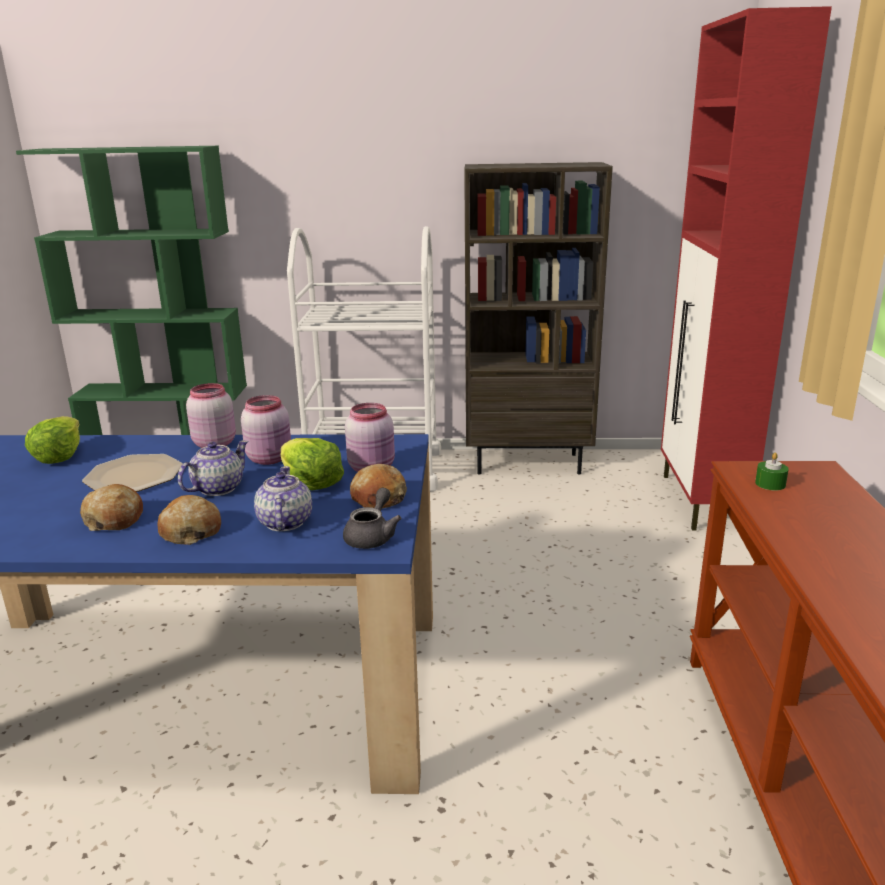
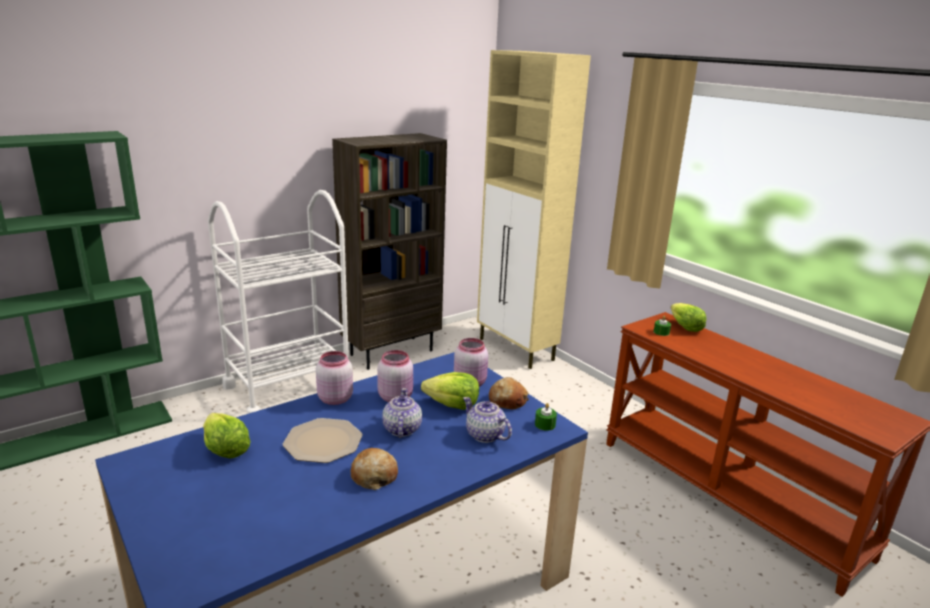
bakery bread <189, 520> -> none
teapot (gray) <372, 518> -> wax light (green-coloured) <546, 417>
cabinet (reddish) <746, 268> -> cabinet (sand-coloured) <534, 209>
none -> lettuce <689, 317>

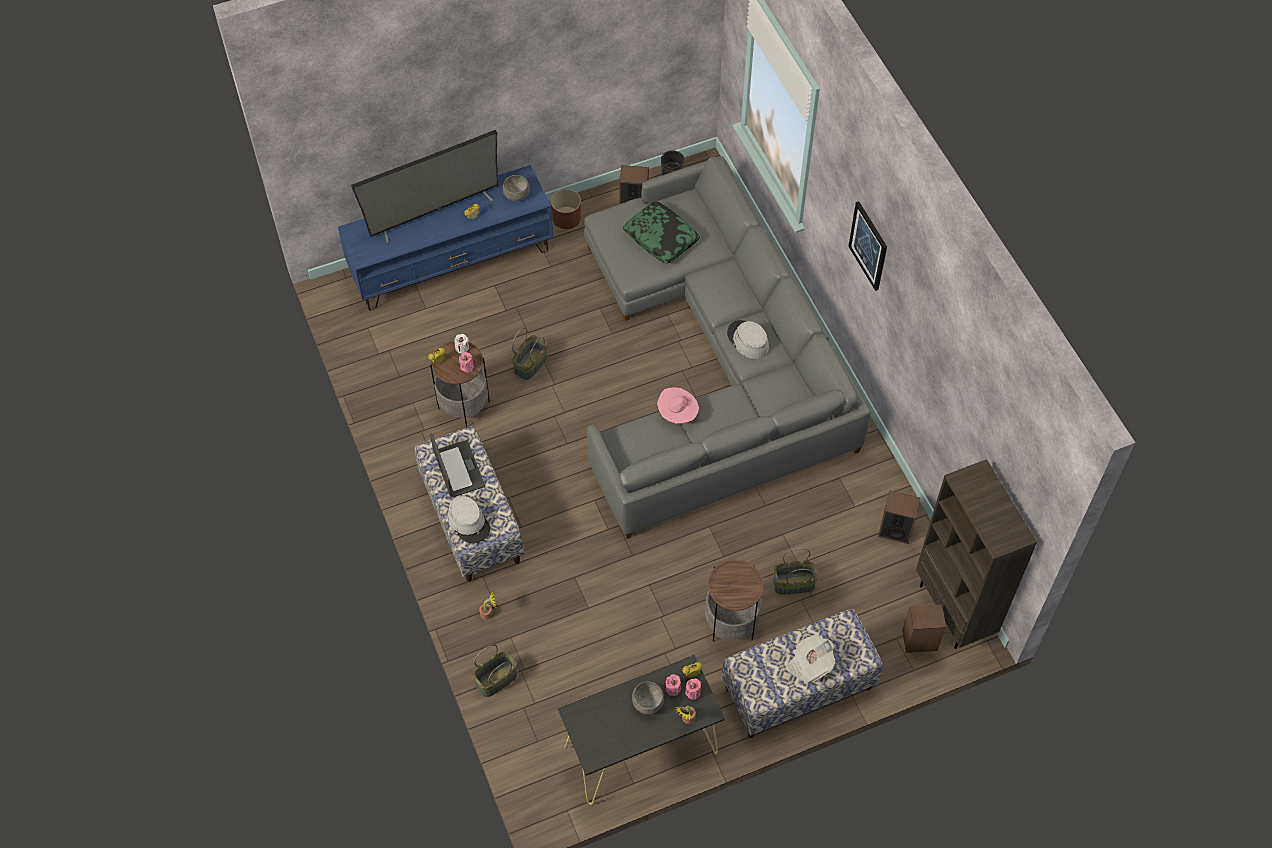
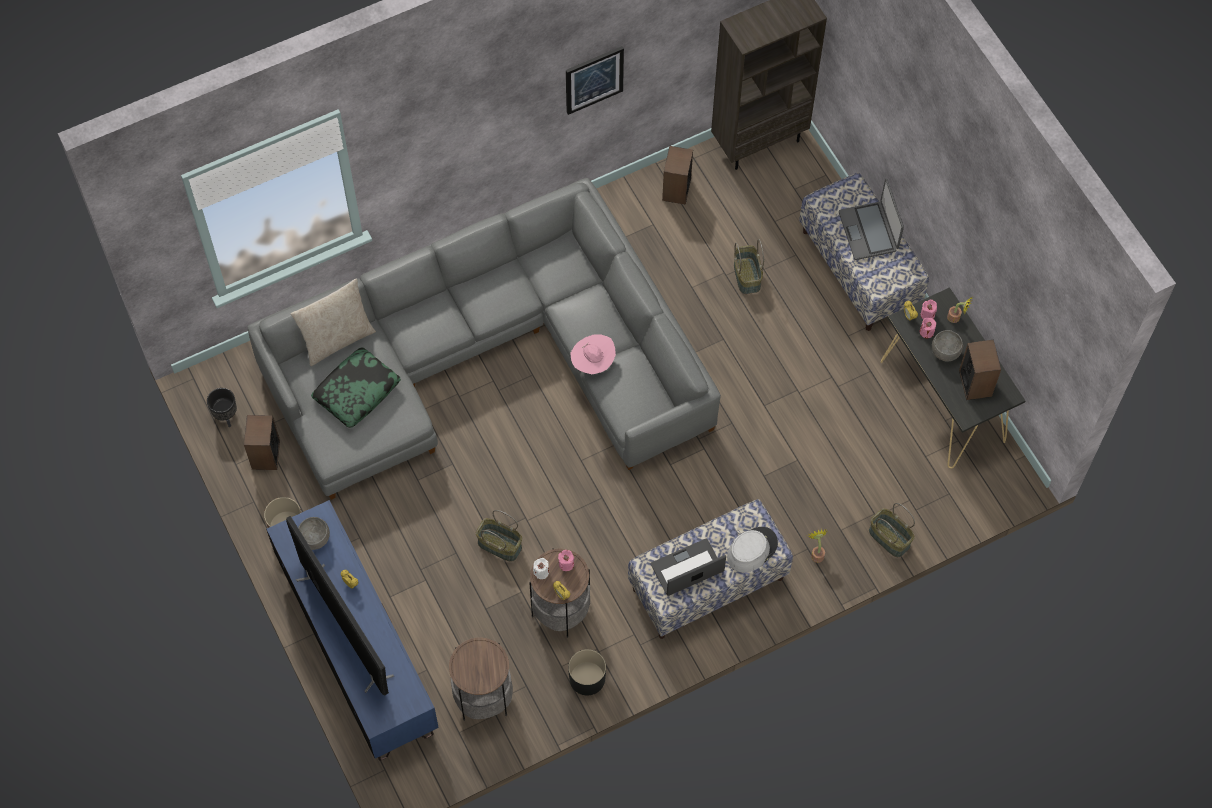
accent table <734, 601> -> accent table <481, 679>, shifted
clothing hat (gray) <748, 339> -> none
printed paper <810, 660> -> laptop <871, 219>
wall picture <867, 246> -> wall picture <595, 80>, shifted
audio speaker <924, 628> -> audio speaker <980, 370>, shifted
none -> cushion (sand-coloured) <333, 322>
none -> flower pot (black-coloured) <587, 672>

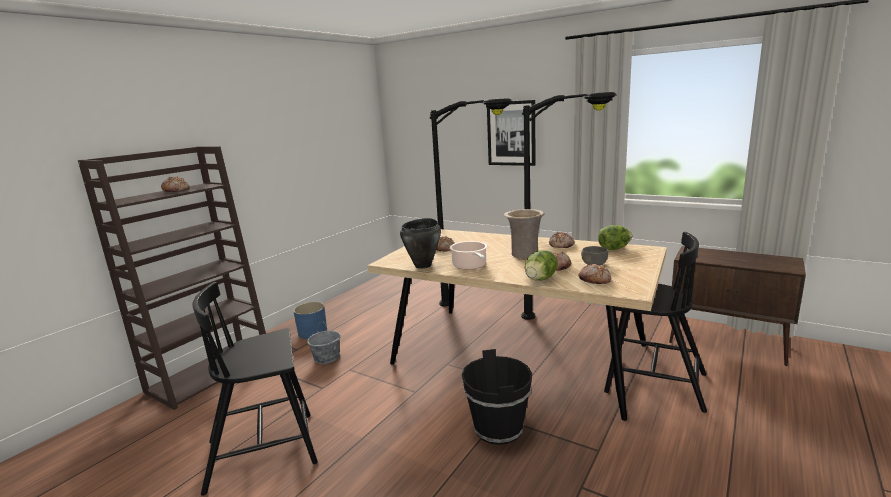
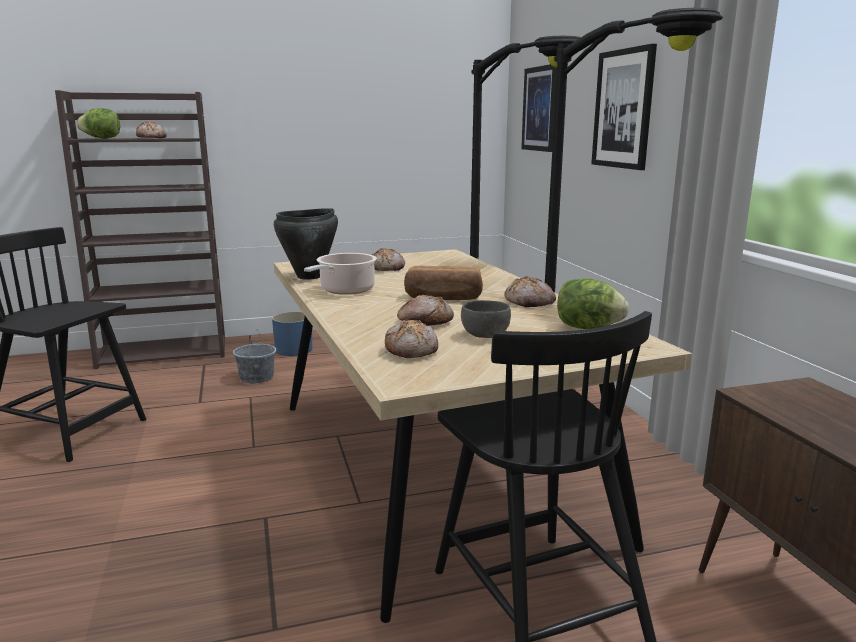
bucket (black-coloured) <497, 397> -> none
flower vase (sand-coloured) <524, 234> -> bakery bread <443, 282>
lettuce <541, 265> -> lettuce <98, 123>, shifted
none -> wall picture <539, 108>

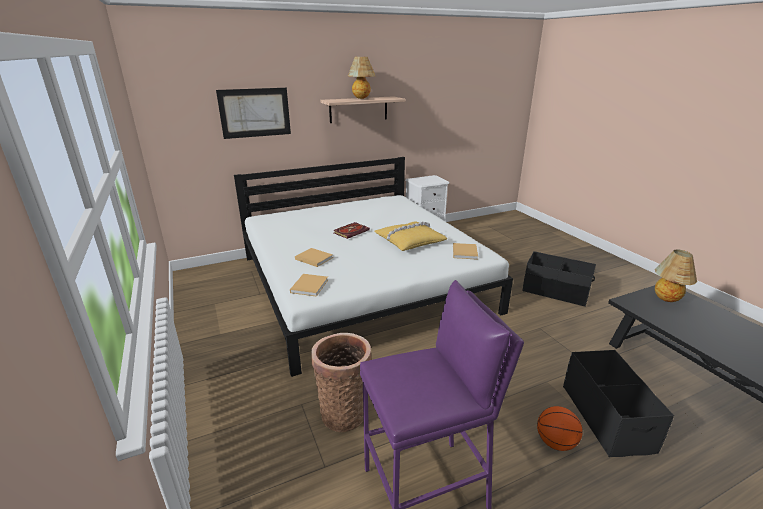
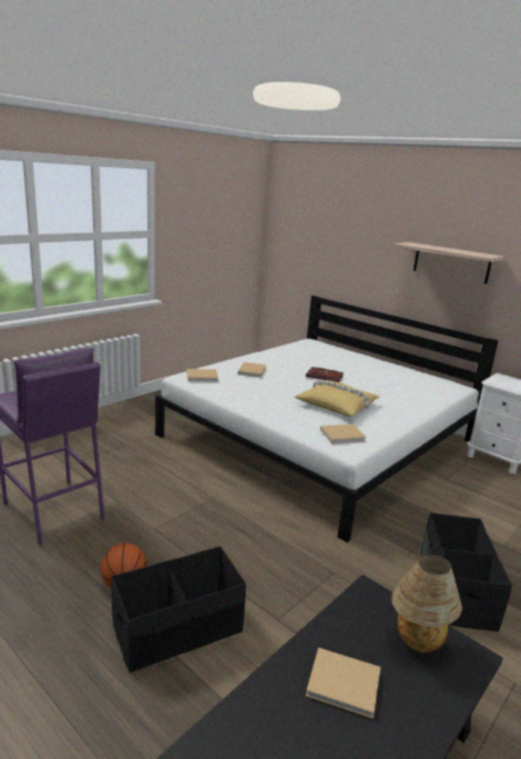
wall picture <253, 113> -> none
storage basket <341, 382> -> none
table lamp <361, 78> -> none
none -> volume (sand-coloured) <343, 683>

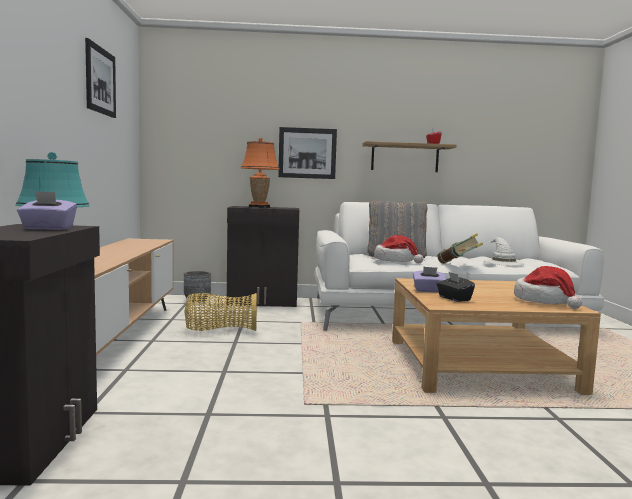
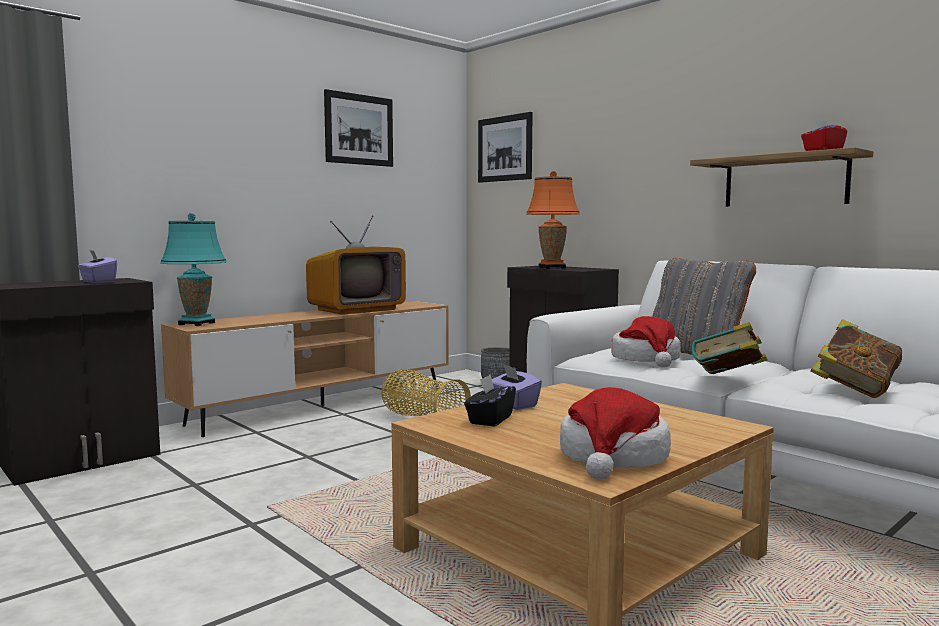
wall picture <307, 153> -> wall picture <505, 147>, shifted
clothing hat (white-coloured) <504, 251> -> volume <856, 358>
none -> television <356, 265>

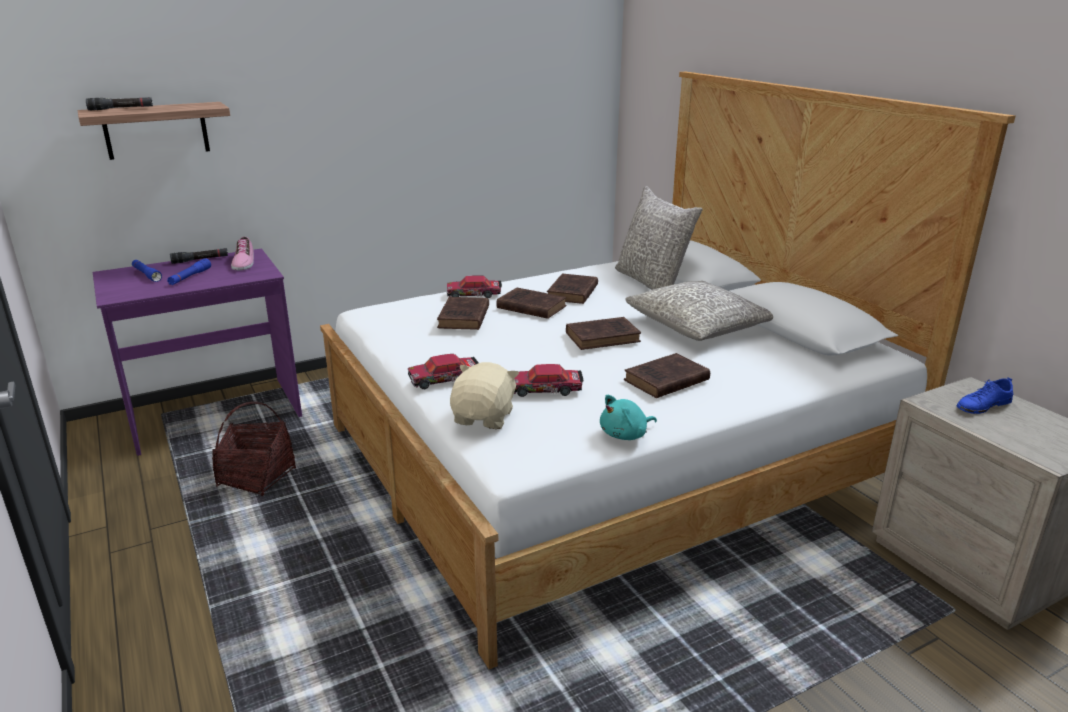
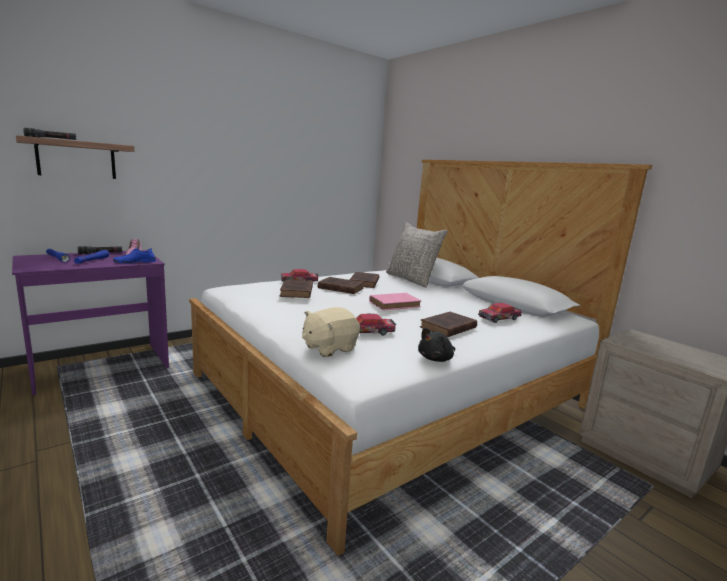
storage basket <254, 448> -> none
toy car <443, 371> -> toy car <500, 313>, shifted
plush toy (sand-coloured) <484, 395> -> plush toy (sand-coloured) <331, 332>, 135 degrees counterclockwise
volume (brown) <603, 333> -> volume (pink) <395, 302>
plush toy (turquoise-coloured) <628, 417> -> plush toy (black-coloured) <436, 345>
cushion (gray) <699, 311> -> none
item of footwear (bluish) <985, 395> -> item of footwear (bluish) <134, 256>, shifted

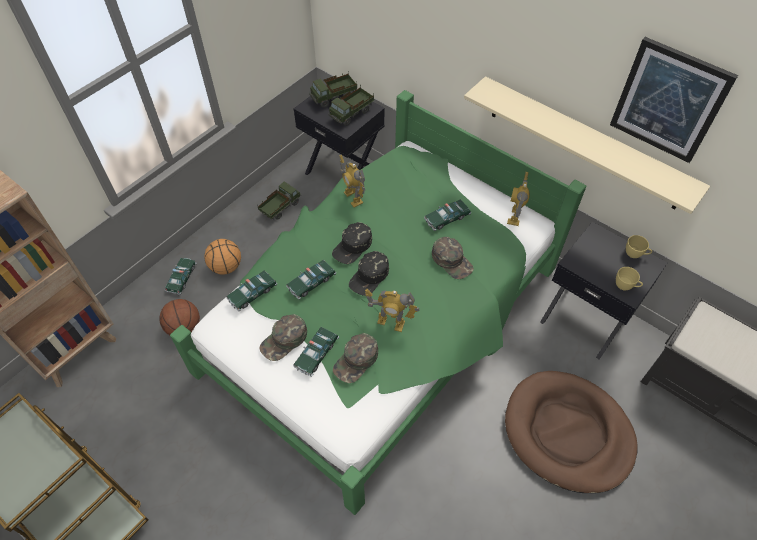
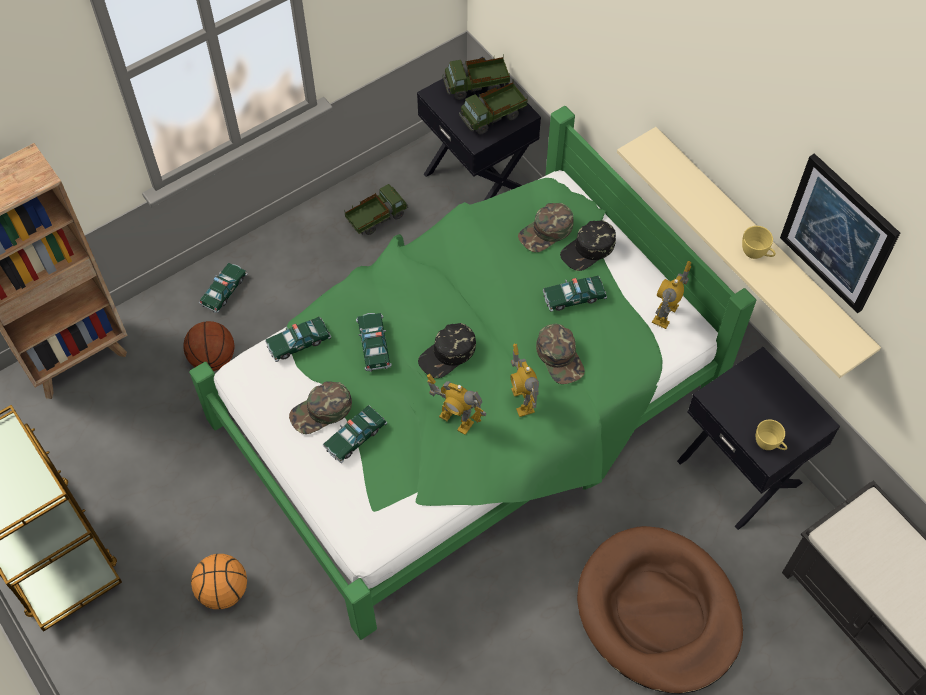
basketball ball <222, 257> -> basketball ball <219, 581>, shifted
toy car <311, 280> -> toy car <374, 342>, 105 degrees clockwise
peaked cap (black-coloured) <352, 243> -> peaked cap (black-coloured) <588, 245>, shifted
peaked cap (green-coloured) <355, 358> -> peaked cap (green-coloured) <546, 227>, shifted
model robot <352, 181> -> model robot <524, 380>, shifted
small cup (yellow-coloured) <639, 246> -> small cup (yellow-coloured) <759, 242>, shifted

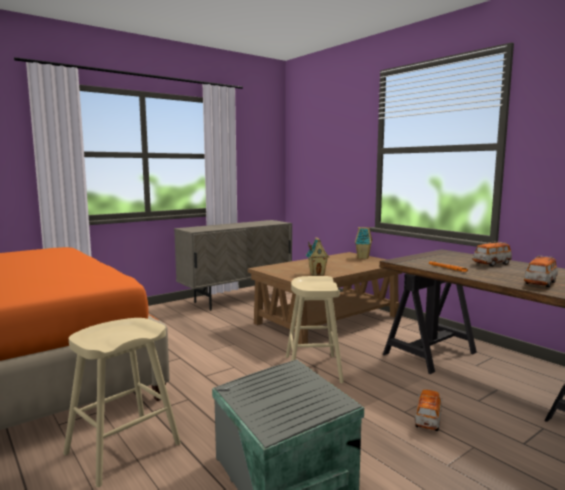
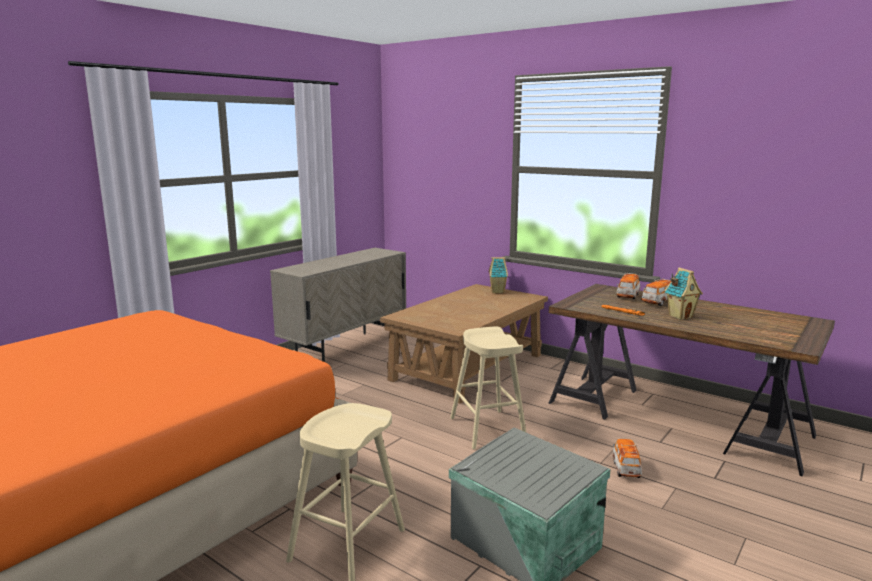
miniature house <318, 256> -> miniature house <683, 294>, shifted
toy car <541, 271> -> toy car <628, 285>, shifted

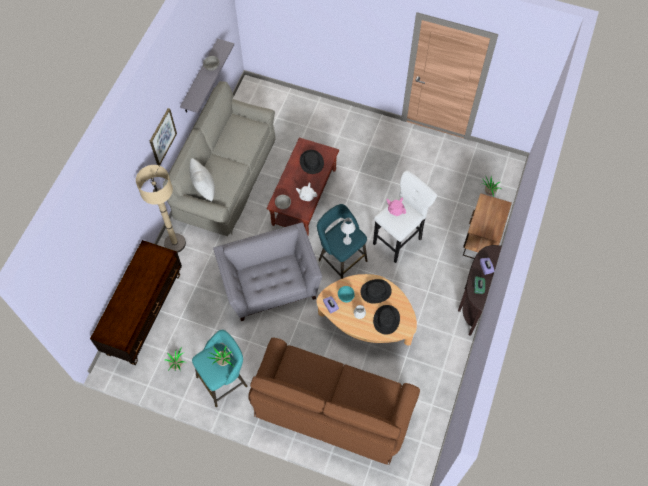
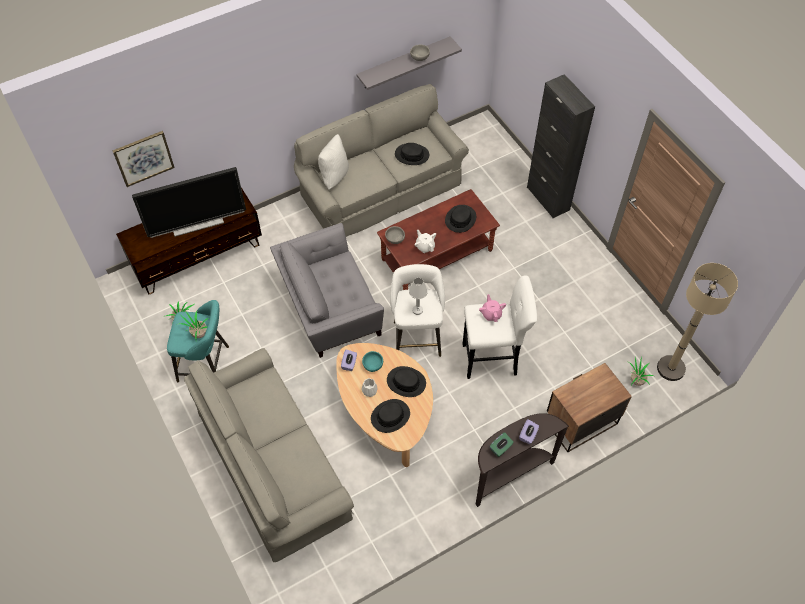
standing lamp (sand-coloured) <161, 209> -> standing lamp (sand-coloured) <697, 322>, shifted
wall picture <163, 137> -> wall picture <144, 159>, shifted
lounge chair (gray) <267, 271> -> lounge chair (gray) <327, 290>, 135 degrees counterclockwise
settee (brown) <334, 402> -> settee (gray) <269, 455>
stool (turquoise-coloured) <342, 241> -> stool (white-coloured) <417, 310>
none -> television <189, 202>
none -> clothing hat (black-coloured) <412, 154>
none -> cabinet (black-coloured) <561, 146>

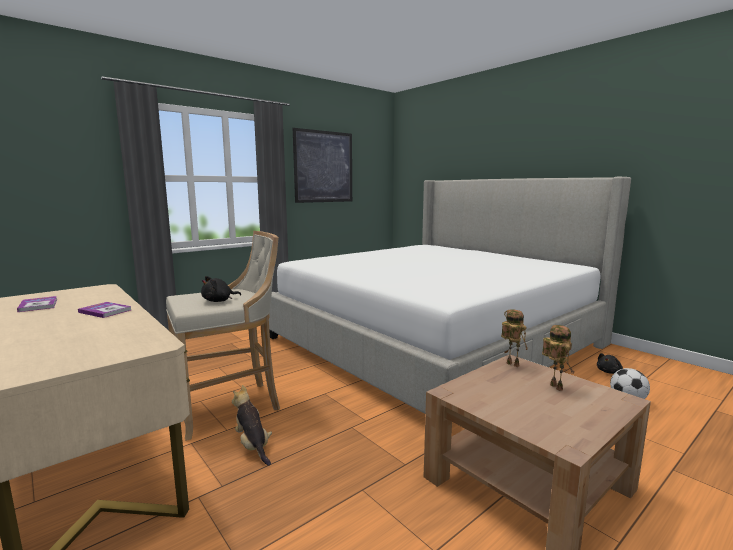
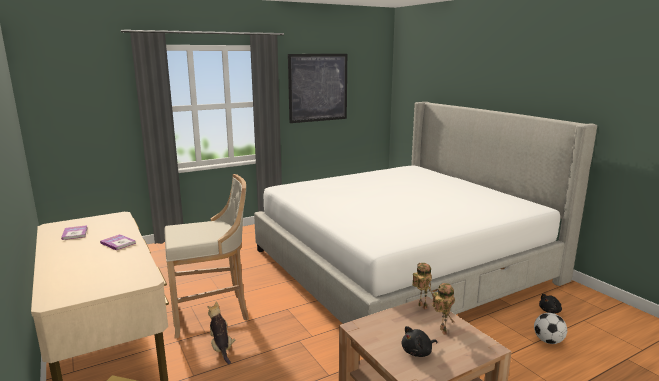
plush toy (black-coloured) <221, 289> -> plush toy (black-coloured) <419, 341>, shifted

